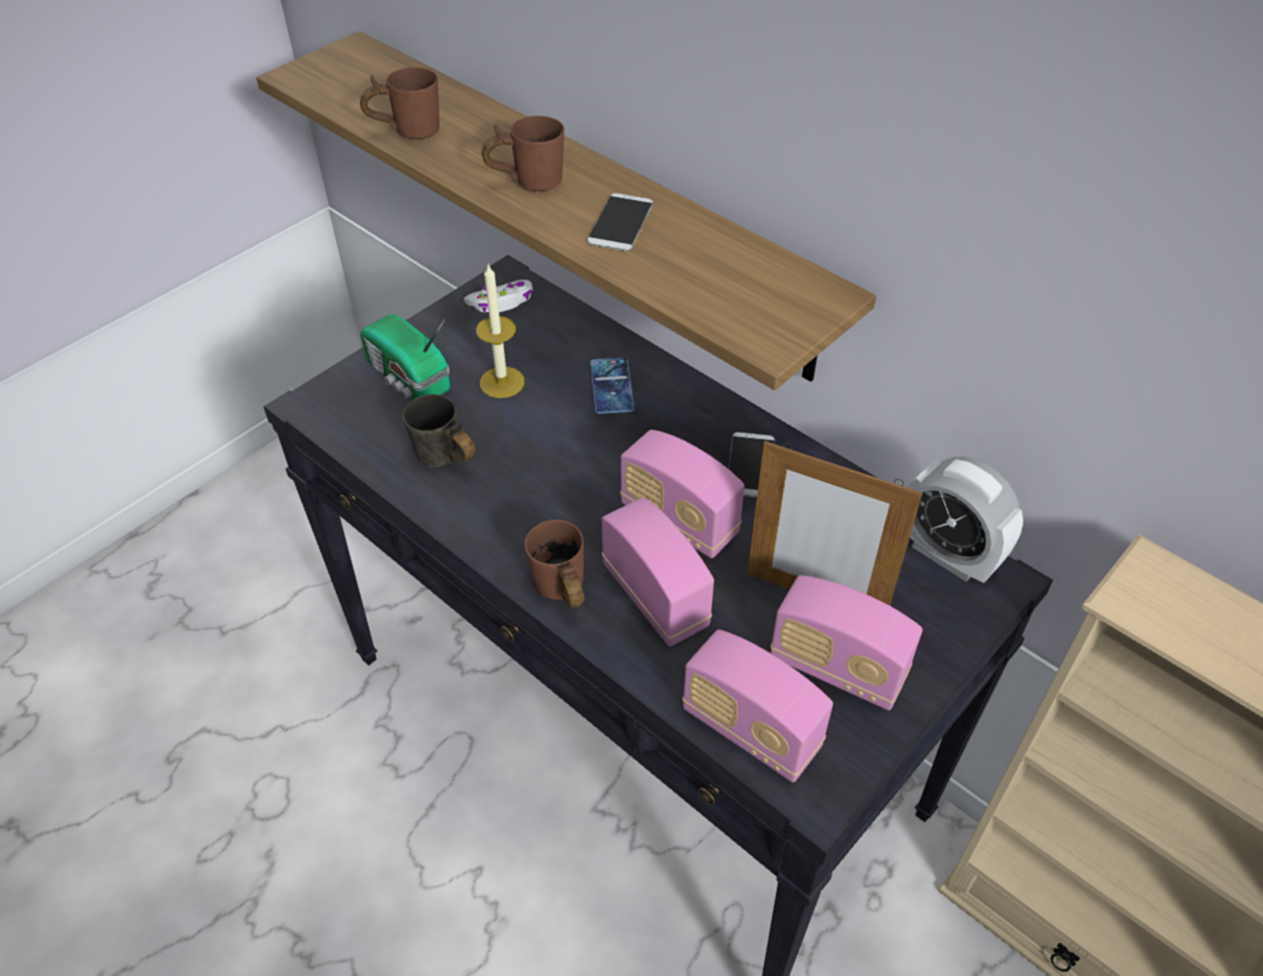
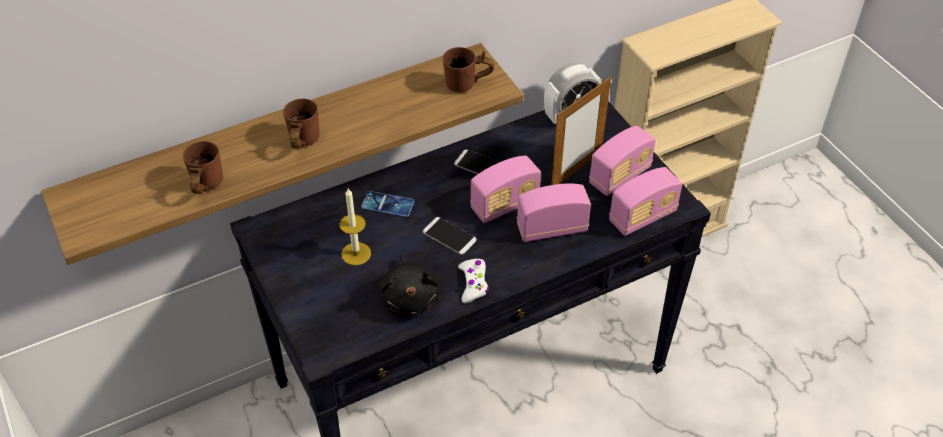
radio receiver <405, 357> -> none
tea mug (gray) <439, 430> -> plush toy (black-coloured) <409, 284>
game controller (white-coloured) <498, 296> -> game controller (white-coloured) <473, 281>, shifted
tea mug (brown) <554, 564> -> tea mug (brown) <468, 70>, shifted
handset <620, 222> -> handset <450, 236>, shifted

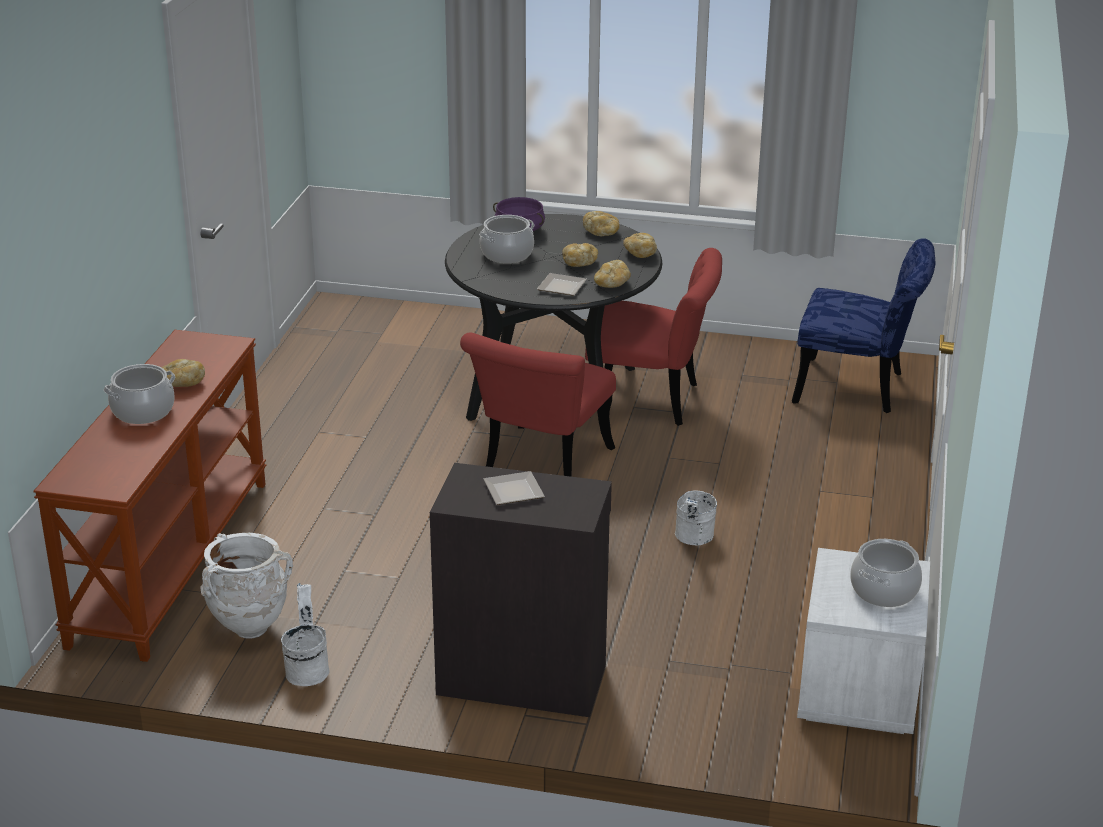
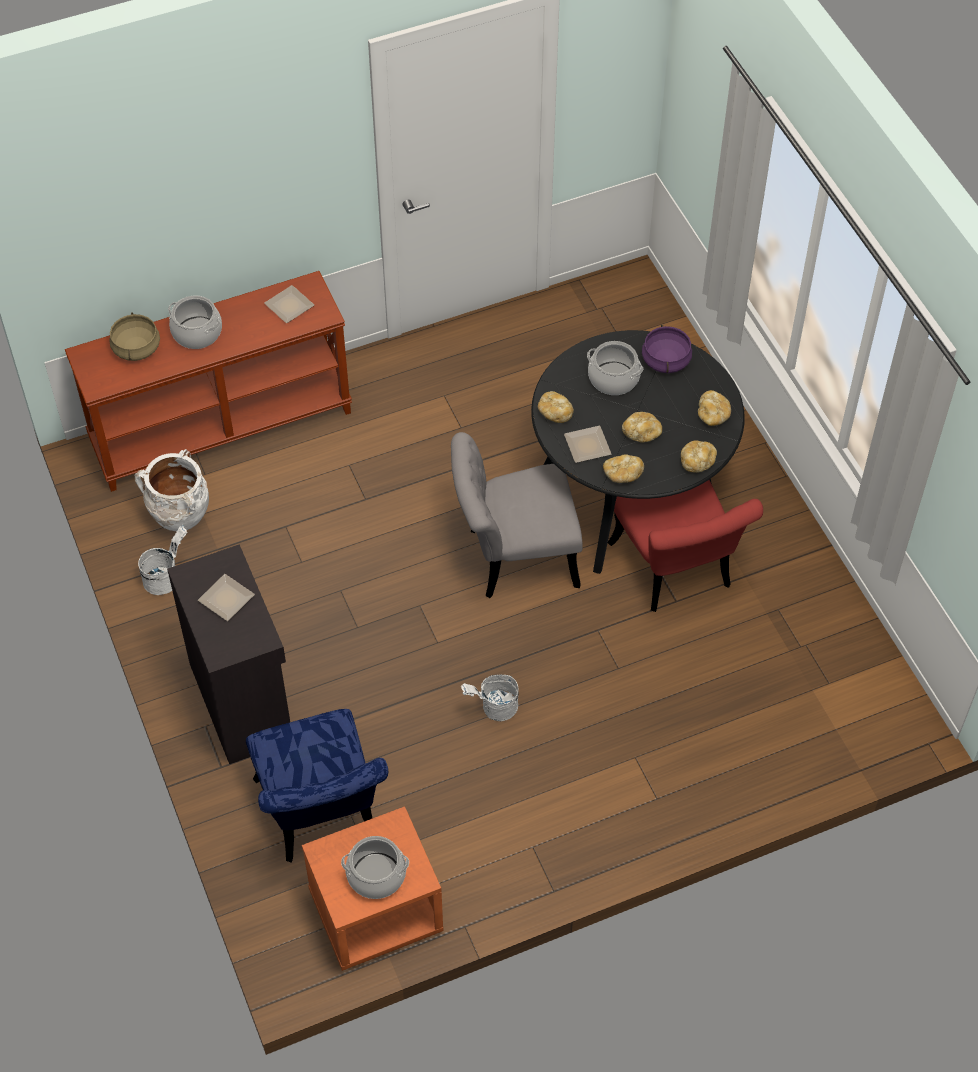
bakery bread <183, 373> -> bakery bread <556, 407>, shifted
chair (reddish) <538, 405> -> chair (gray) <517, 515>
chair (bluish) <864, 325> -> chair (bluish) <317, 785>, shifted
nightstand (white-coloured) <863, 641> -> nightstand (orange) <373, 888>
none -> saucepot (sand-coloured) <134, 336>
none -> dinner plate <289, 304>

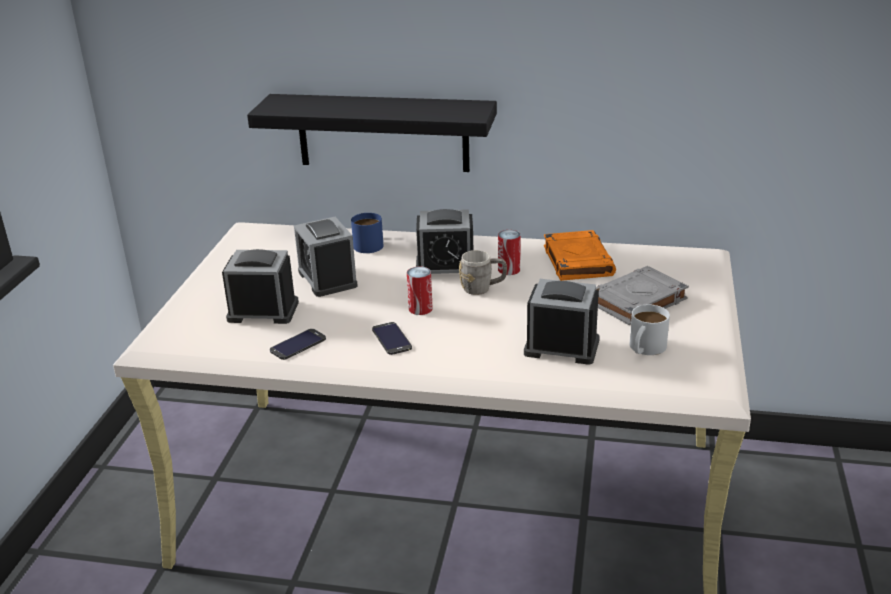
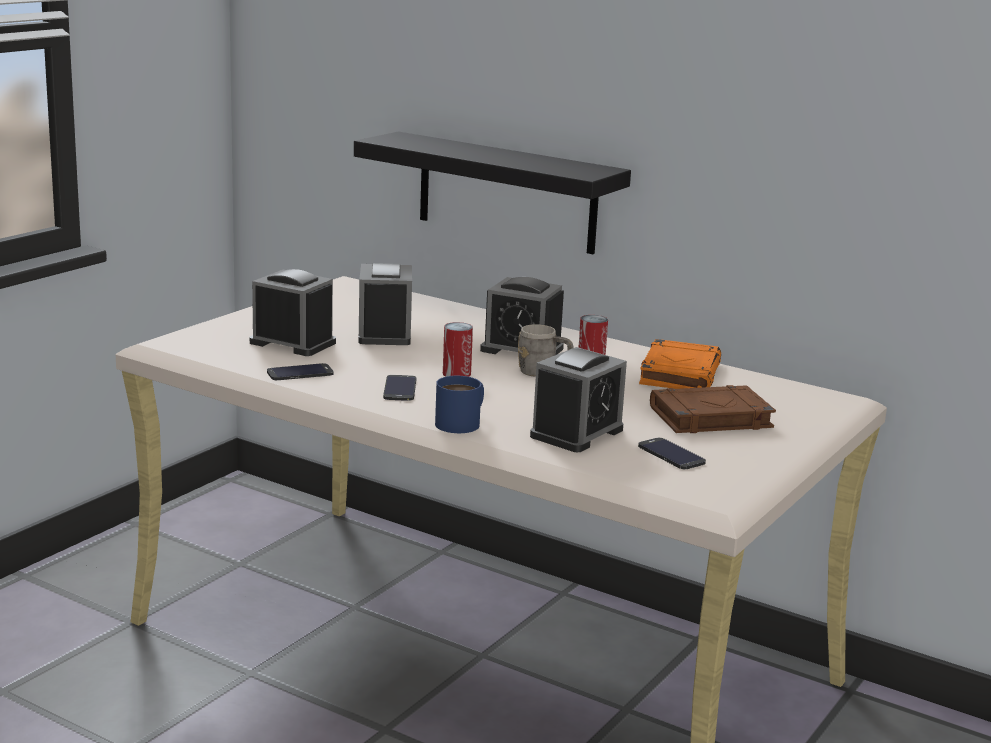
tea mug (bluish) <367, 233> -> tea mug (bluish) <459, 404>, shifted
bedside clock <562, 322> -> bedside clock <578, 399>, 90 degrees clockwise
volume (gray) <642, 295> -> volume (brown) <713, 409>
tea mug (white-coloured) <650, 329> -> handset <672, 453>

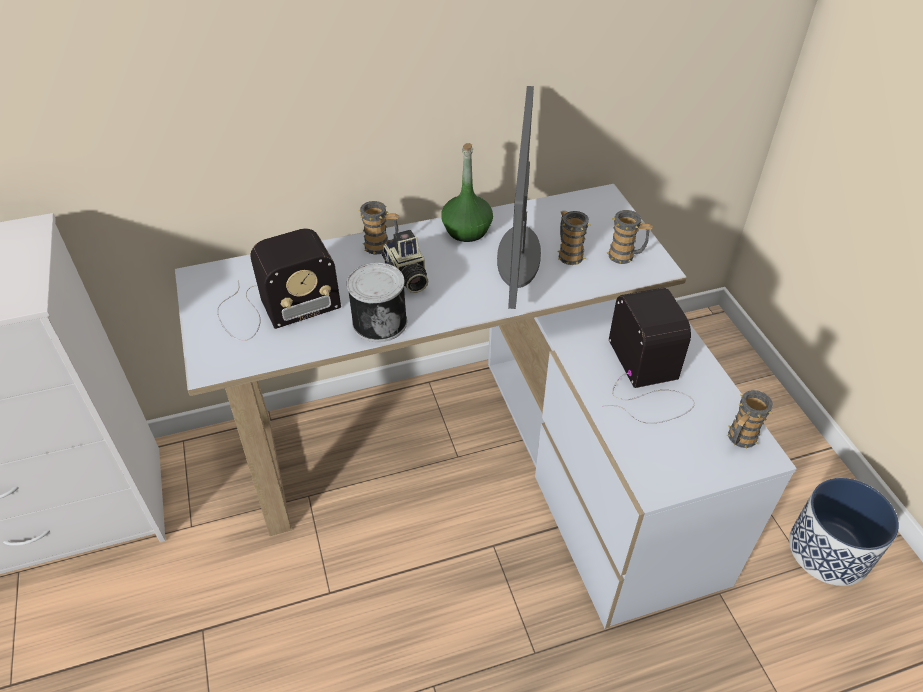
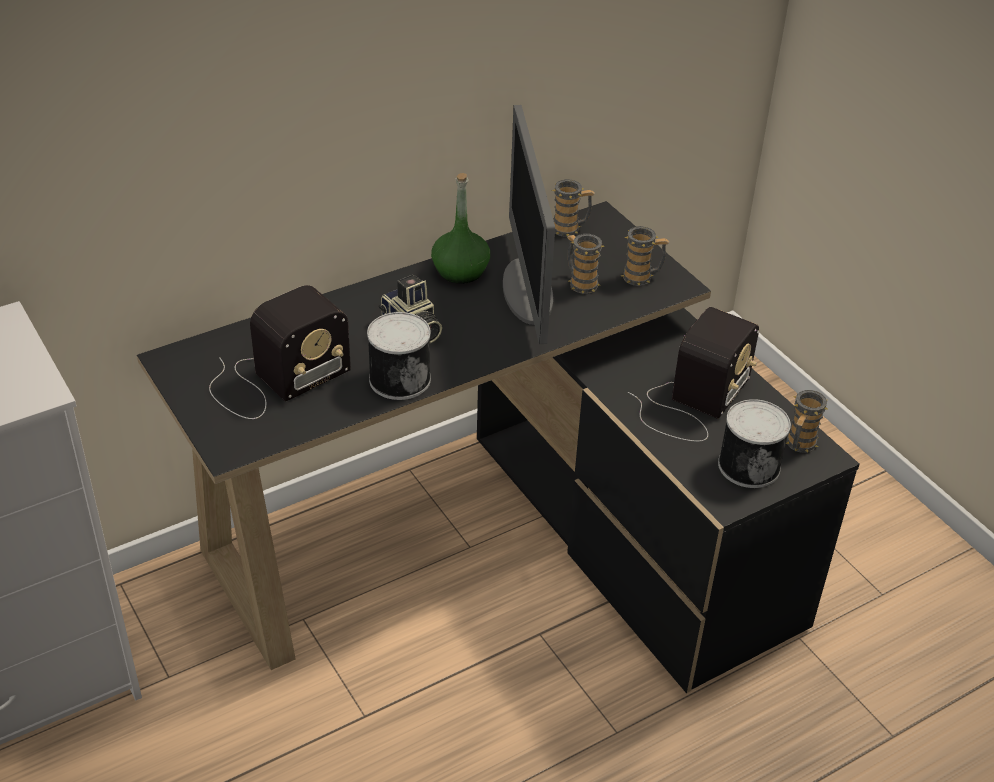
desk unit (white-coloured) <486, 406> -> desk unit (black-coloured) <498, 447>
tea mug <379, 228> -> tea mug <573, 208>, shifted
radio receiver <649, 356> -> radio receiver <693, 374>, 60 degrees clockwise
flower pot <844, 532> -> none
none -> metal can <754, 443>

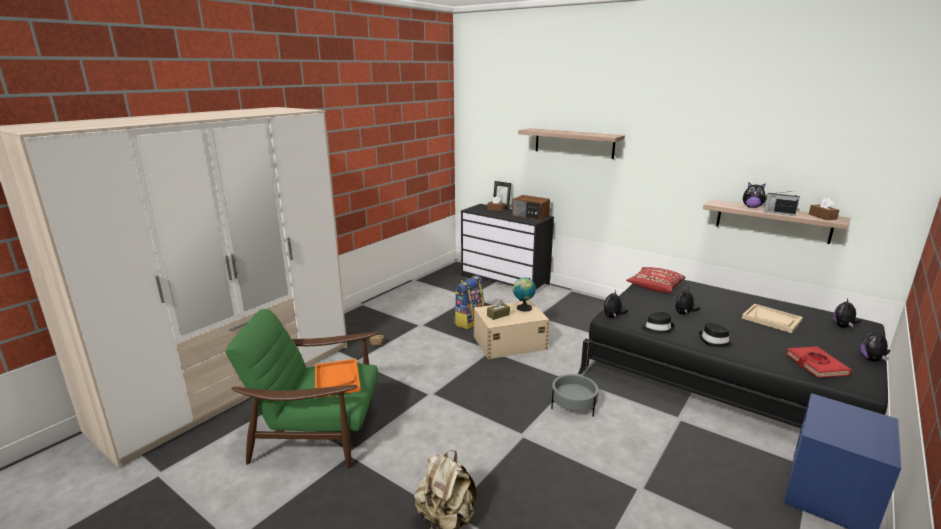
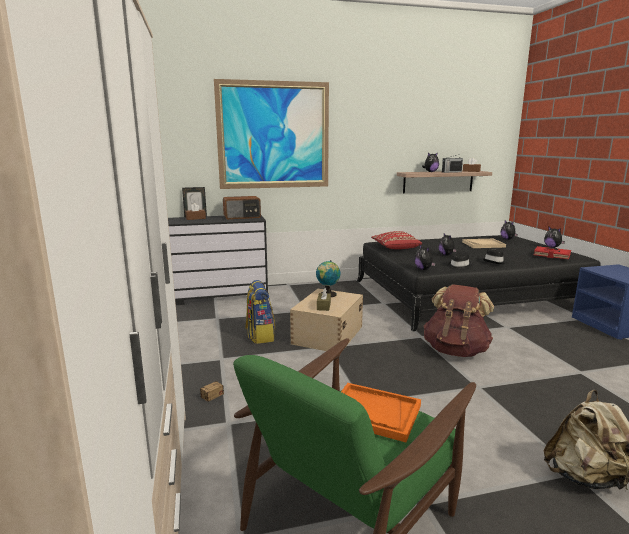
wall shelf <571, 143> -> wall picture <271, 134>
flower pot (gray) <575, 395> -> rucksack (brown) <458, 320>

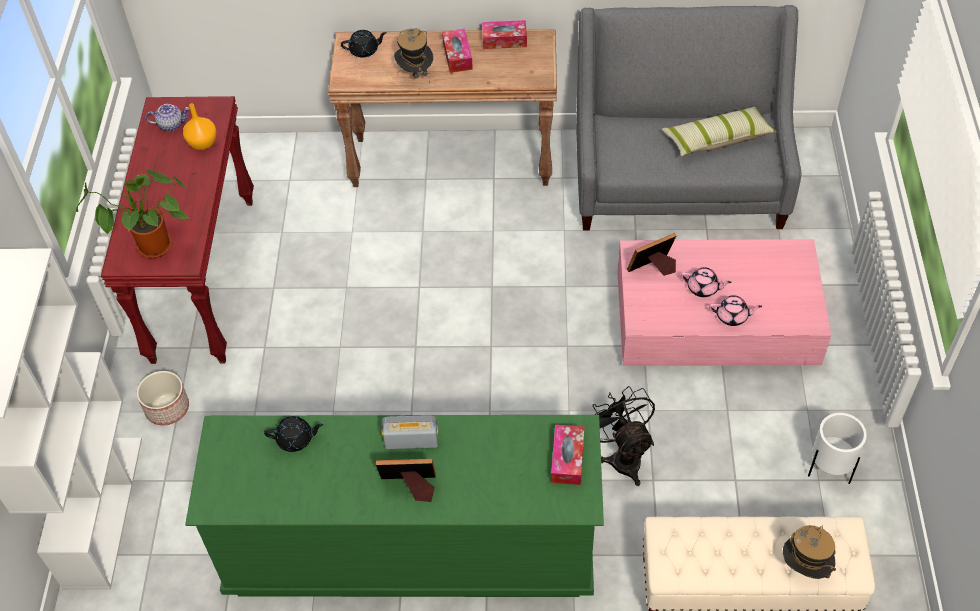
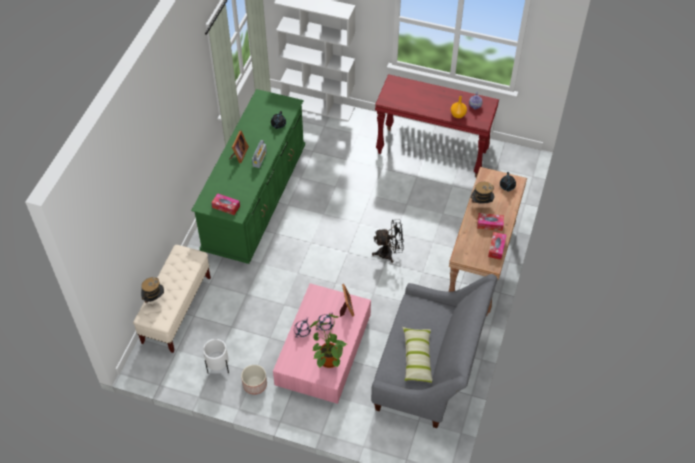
houseplant <132, 214> -> houseplant <328, 341>, shifted
flower pot <163, 398> -> flower pot <254, 380>, shifted
electric fan (black-coloured) <624, 436> -> electric fan (black-coloured) <388, 241>, shifted

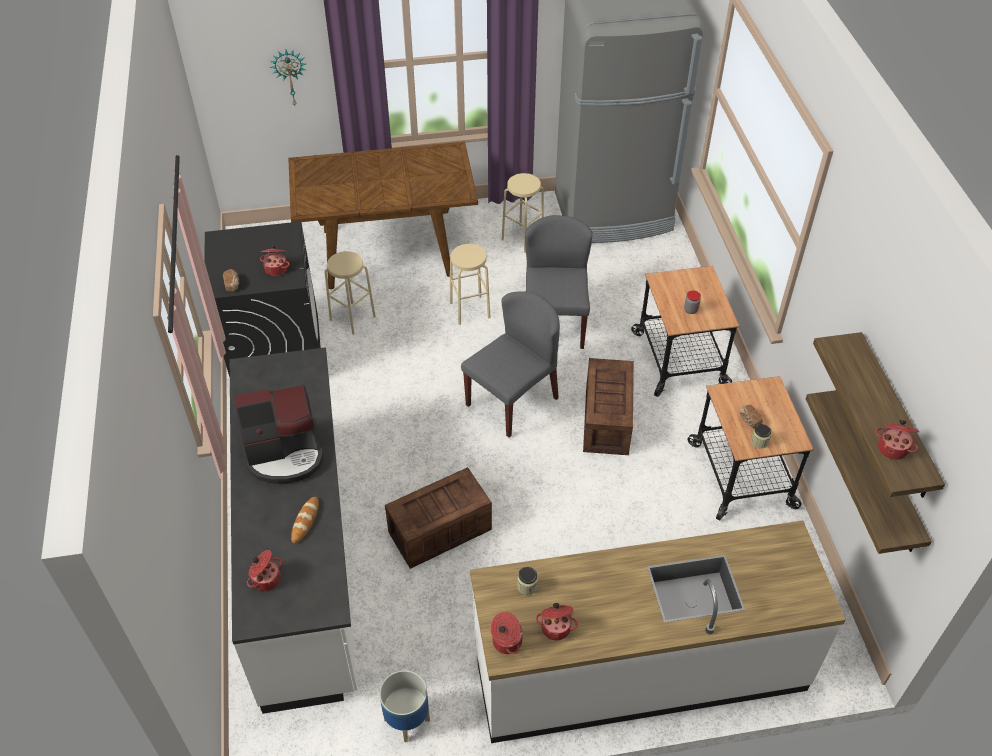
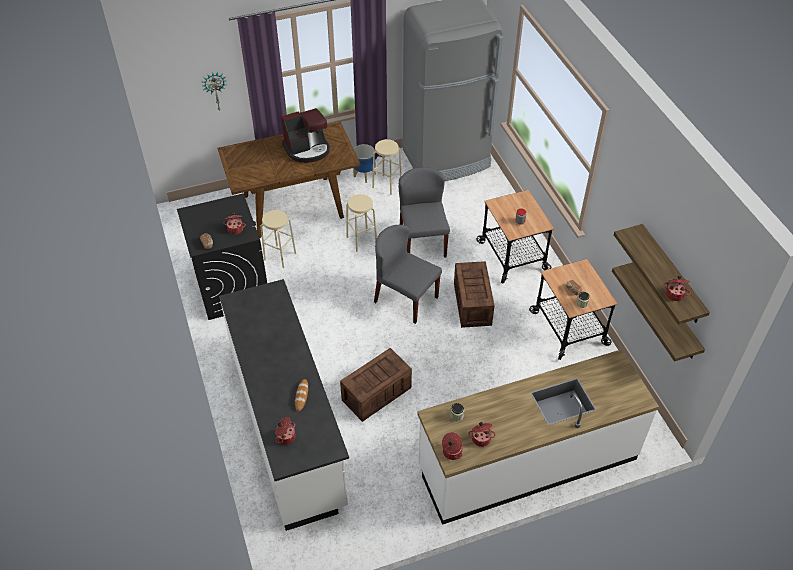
coffee machine <279, 434> -> coffee machine <305, 135>, shifted
flower pot <405, 706> -> flower pot <364, 163>, shifted
chair (gray) <510, 365> -> chair (gray) <408, 274>, 90 degrees counterclockwise

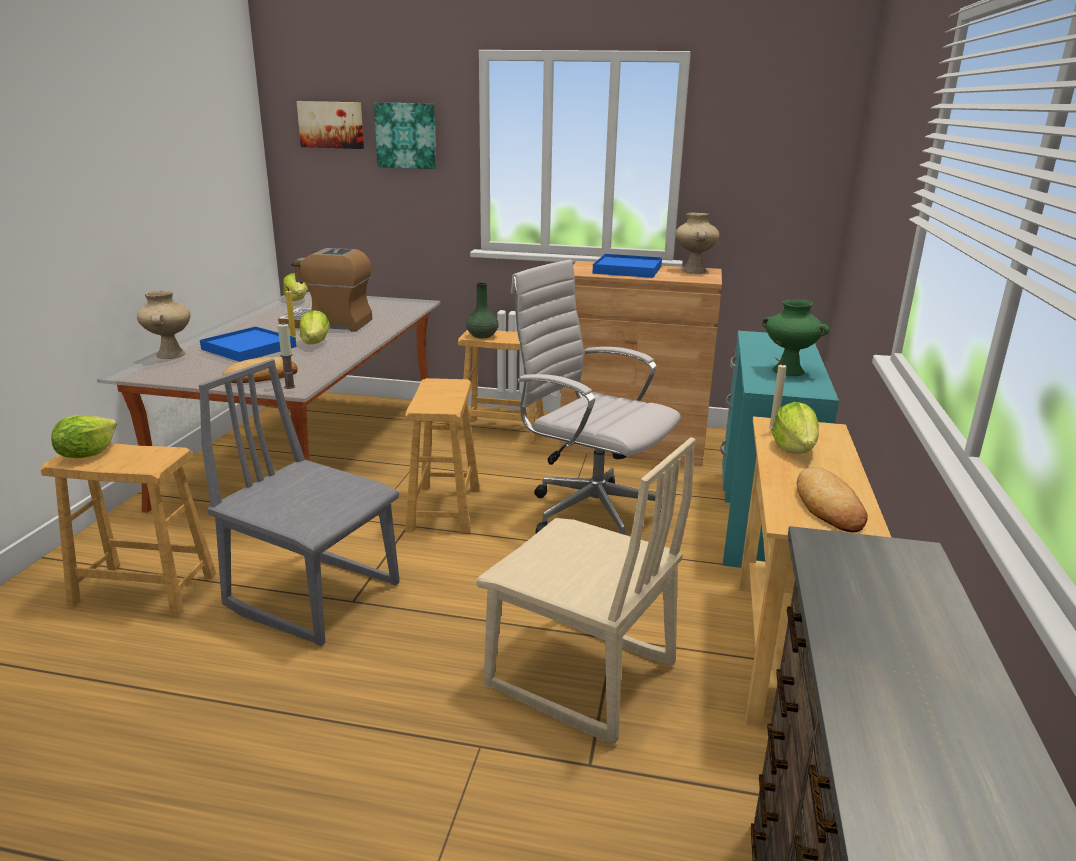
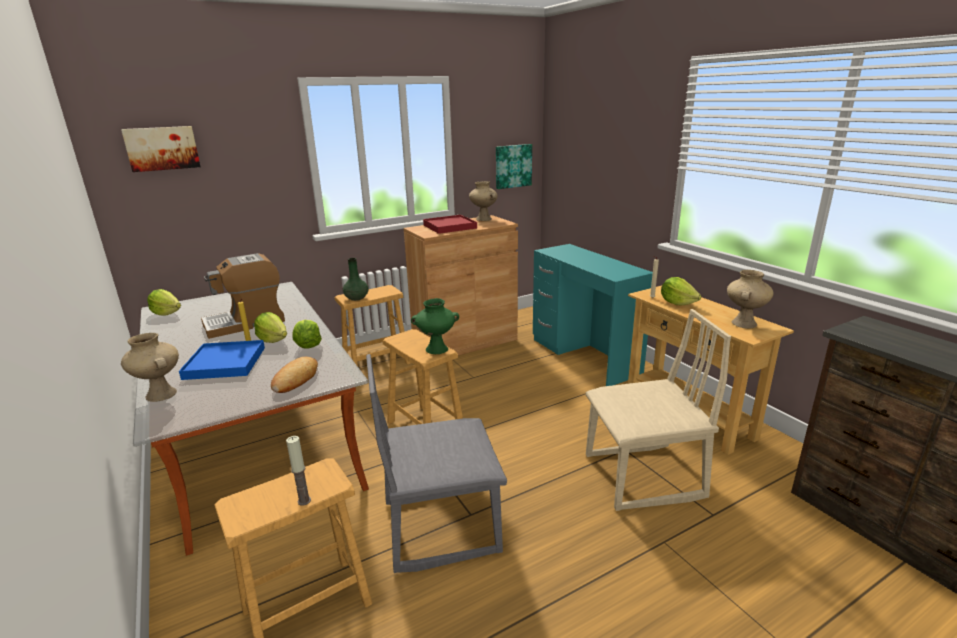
lettuce <84, 436> -> lettuce <307, 334>, shifted
wax light <287, 356> -> wax light <298, 471>, shifted
wall picture <405, 135> -> wall picture <514, 166>, shifted
computer chair (white-coloured) <596, 397> -> none
serving tray (bluish) <627, 266> -> serving tray (reddish) <450, 224>
flower vase (green-coloured) <796, 338> -> flower vase (green-coloured) <435, 326>, shifted
bakery bread <832, 500> -> flower vase (sand-coloured) <750, 299>

